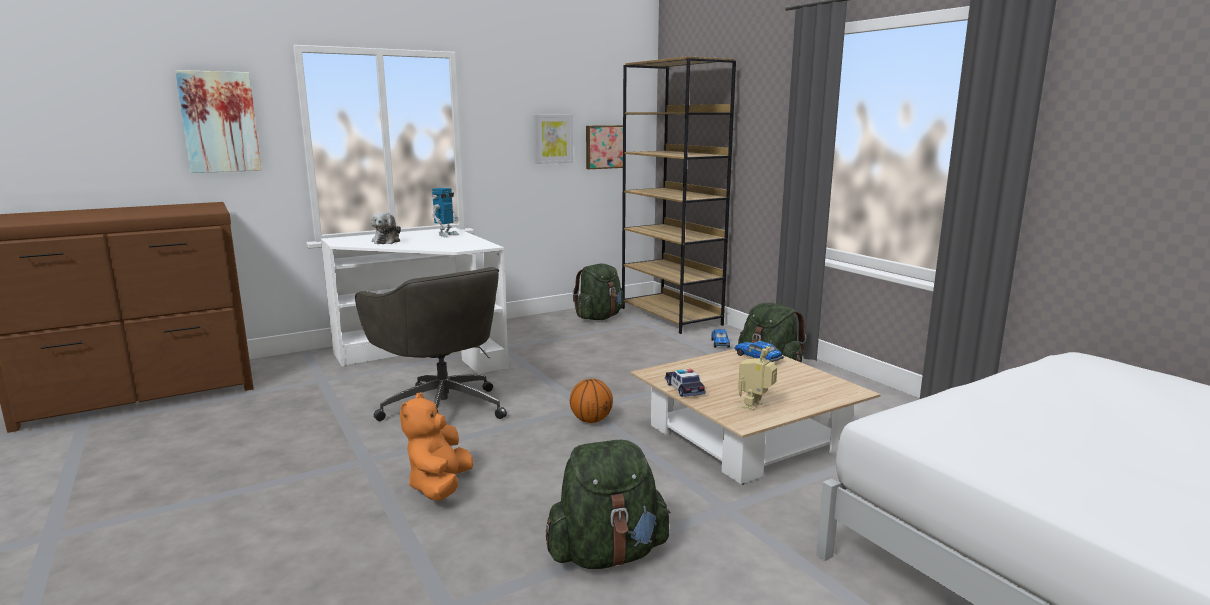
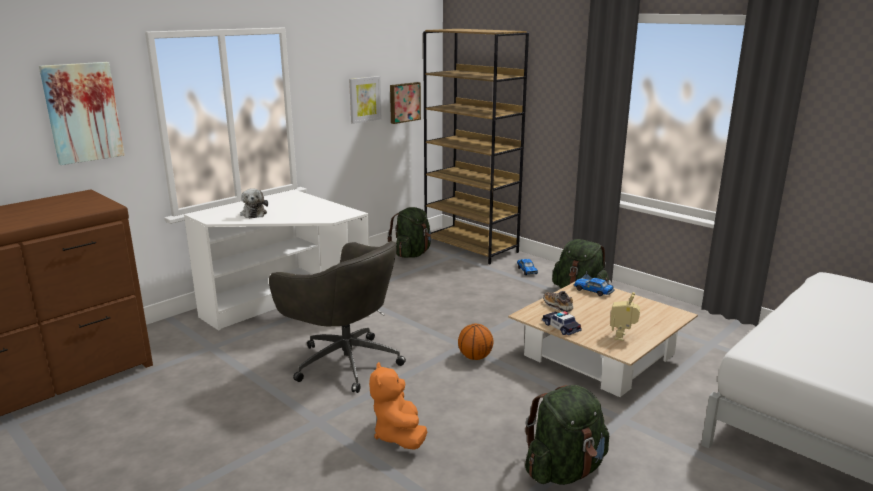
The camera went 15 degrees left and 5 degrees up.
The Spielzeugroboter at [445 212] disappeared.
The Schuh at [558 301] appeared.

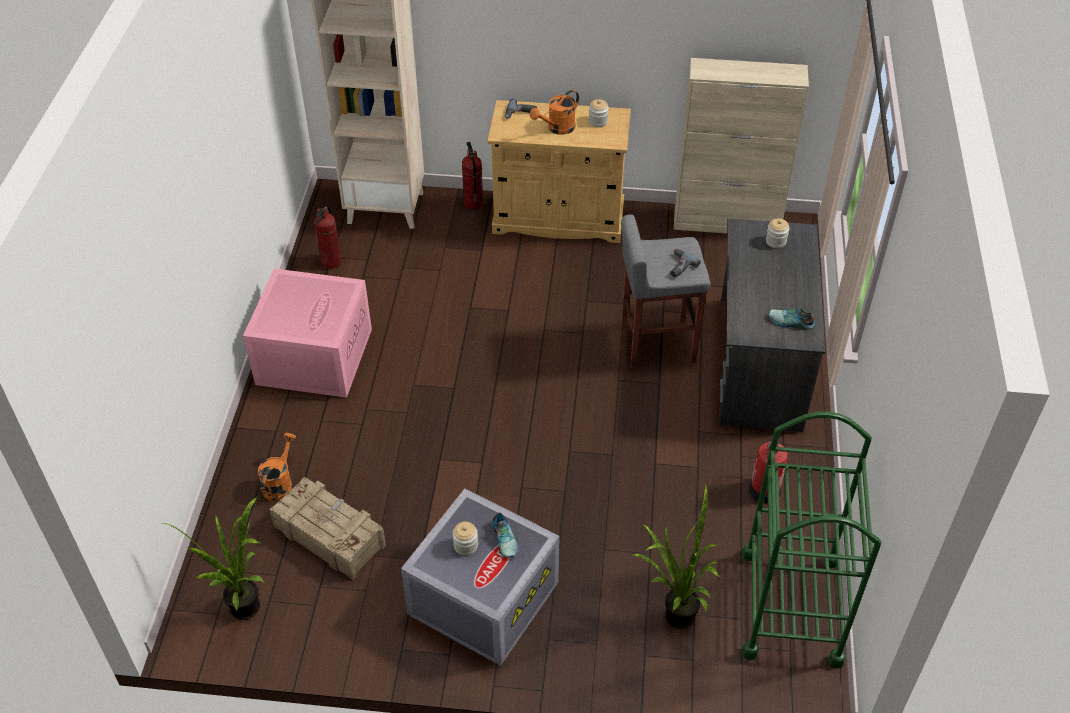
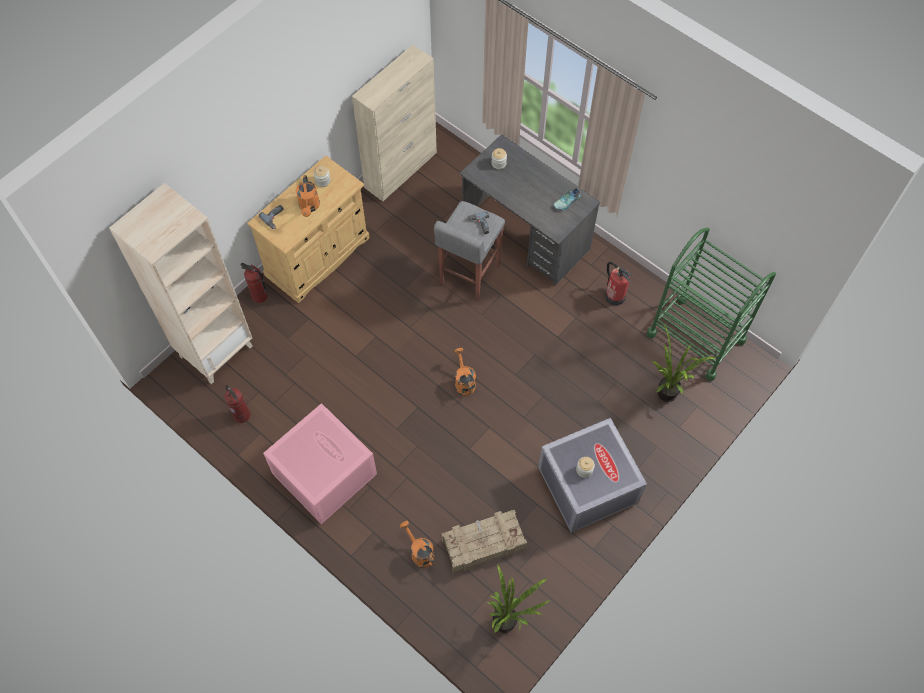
The camera went 55 degrees left and 15 degrees up.
The Schuh at [505 535] disappeared.
The Gießkanne [orange] at [465 372] appeared.

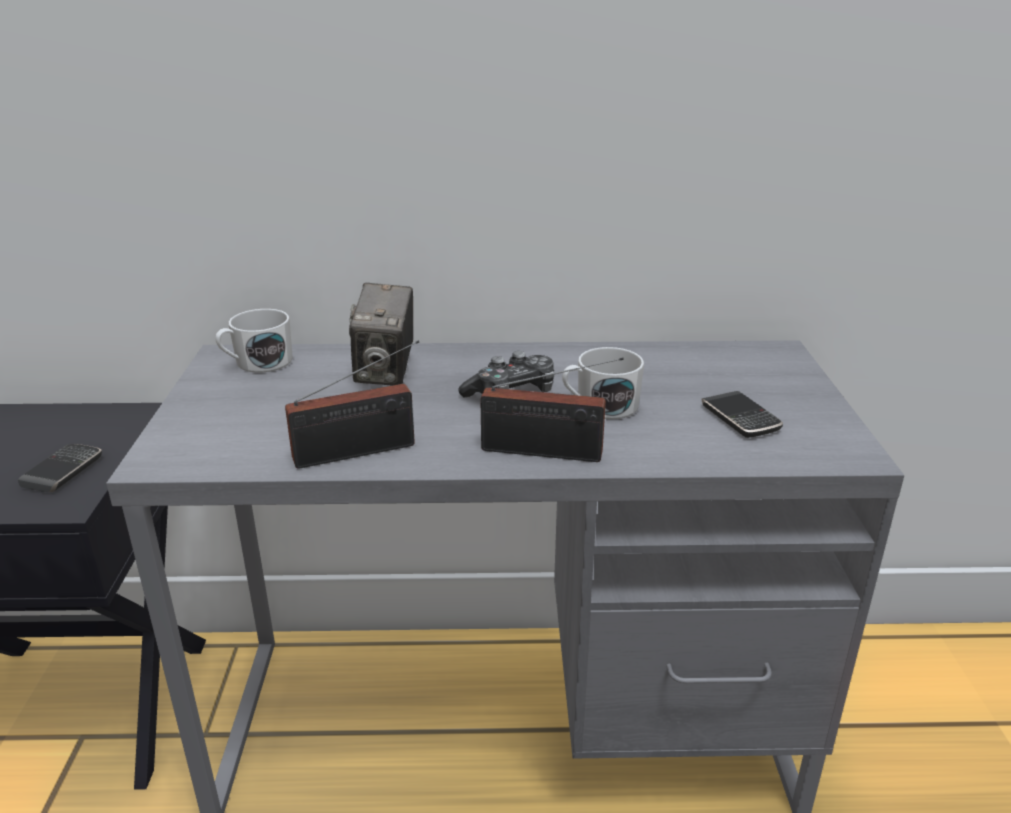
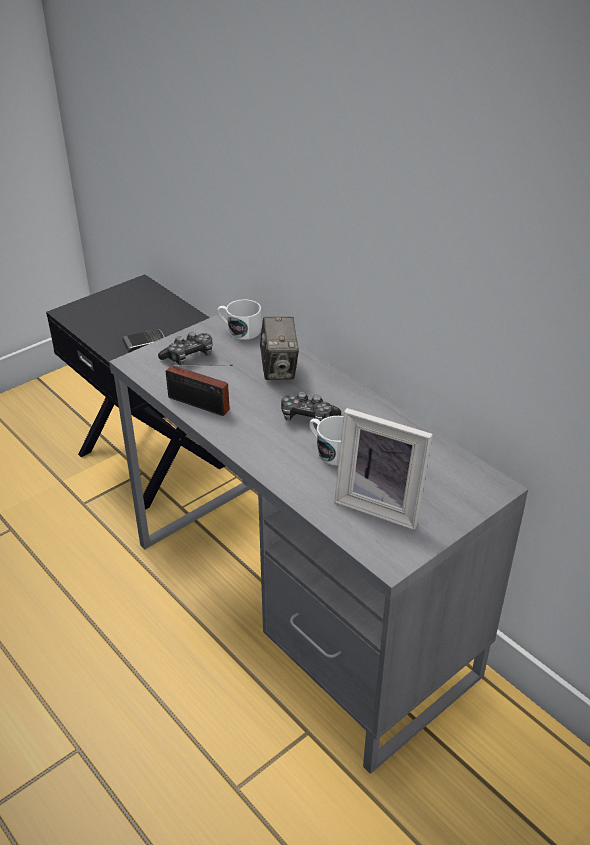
The camera went 50 degrees right and 10 degrees up.
The Kamera at [381 333] turned 60 degrees counterclockwise.
The Radio at [552 410] disappeared.
The Handy at [742 414] was replaced by the Bilderrahmen at [383 469].
The Gamepad at [185 348] appeared.

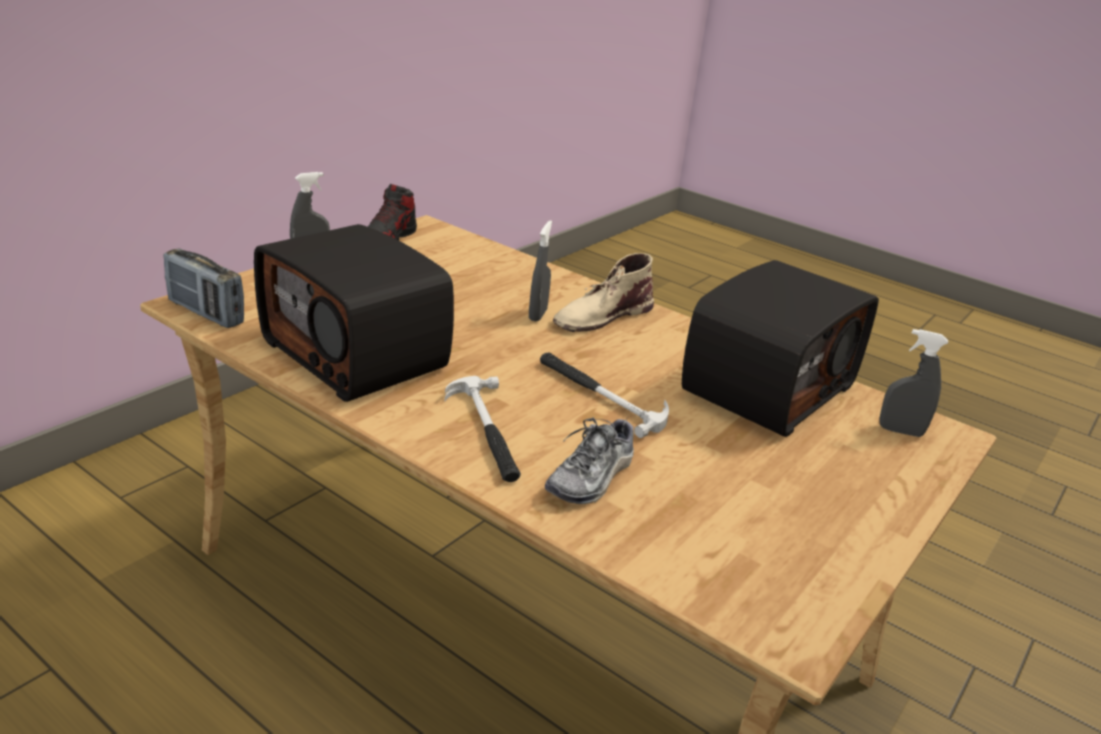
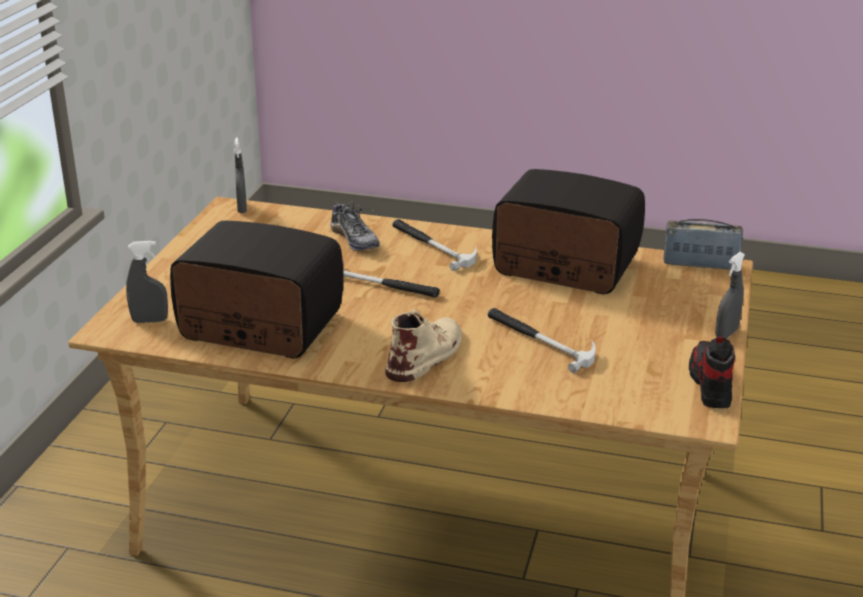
The camera went 160 degrees right and 0 degrees up.
The Sprühflasche [grau] moved from [540 271] to [240 175].
The Radio at [780 348] turned 90 degrees clockwise.
The Schuh at [589 460] turned 135 degrees clockwise.
The Hammer at [541 340] appeared.

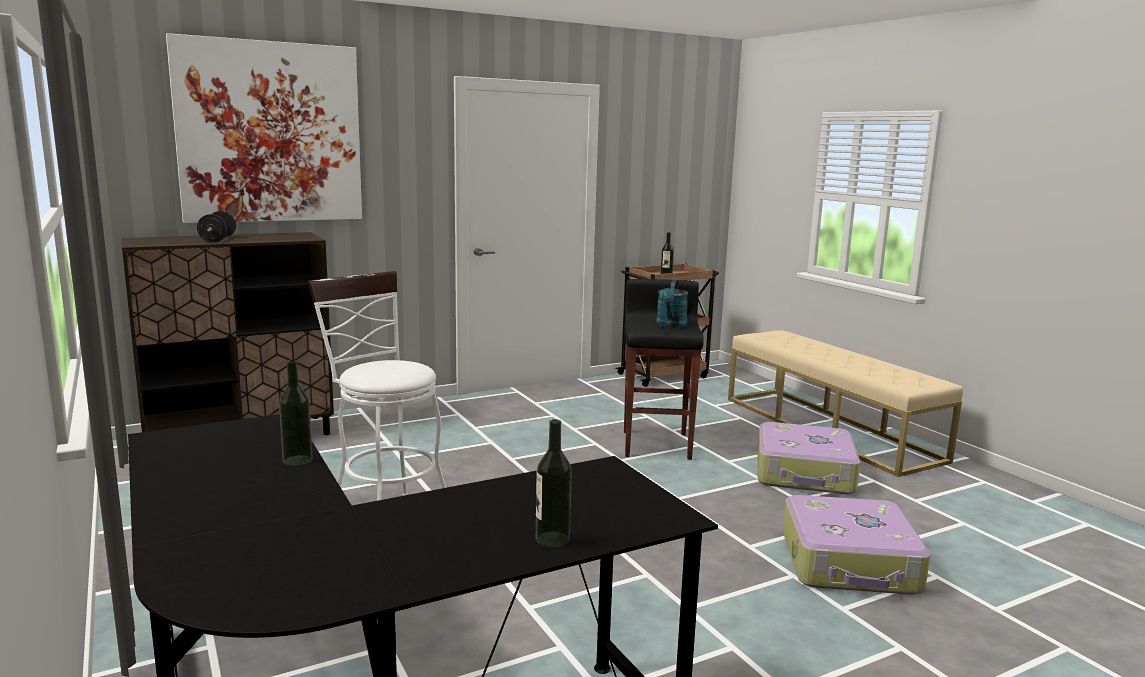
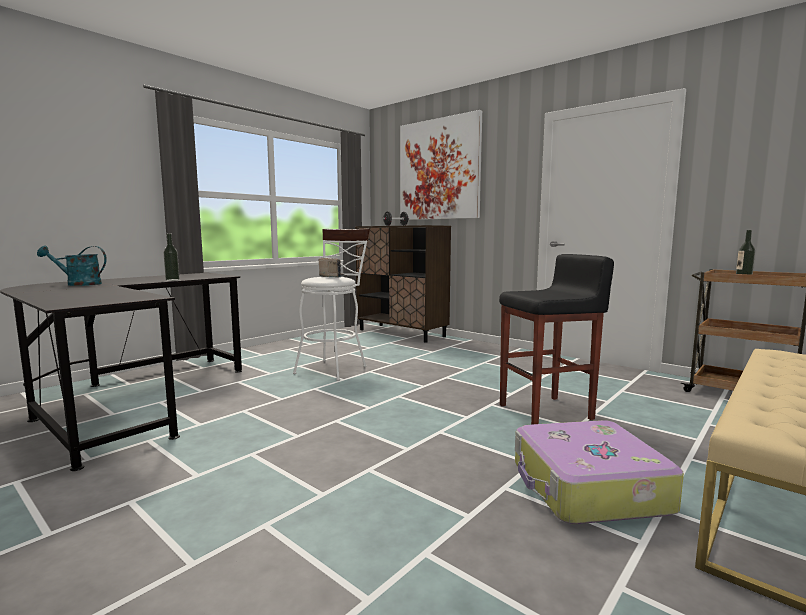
The camera went 70 degrees right and 5 degrees down.
The Gießkanne [türkis] moved from [672 304] to [72 266].
The Flasche at [554 483] disappeared.
The Koffer at [857 545] disappeared.
The Radio at [332 267] appeared.

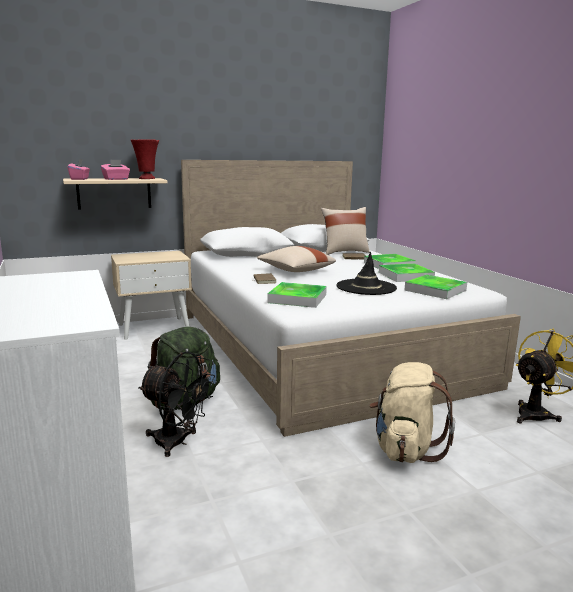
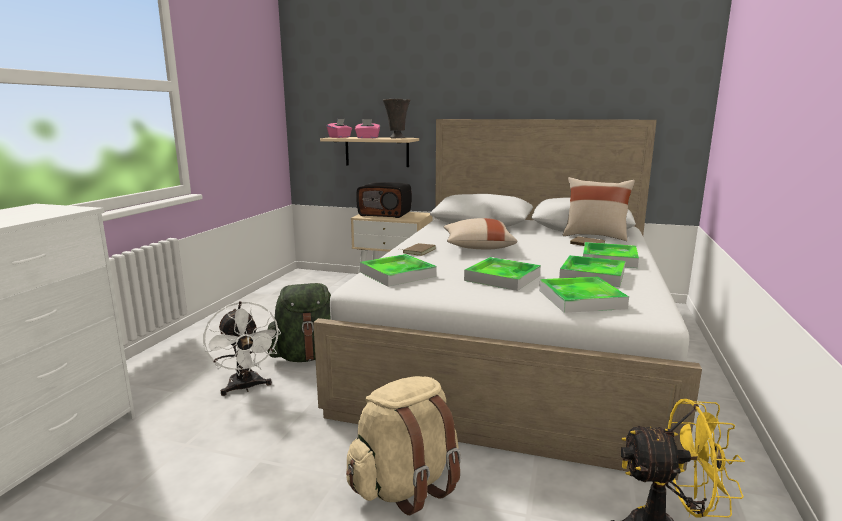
The camera went 40 degrees right and 0 degrees up.
The Vase [rot] at [145 159] became the Vase [grau] at [396 118].
The Hut [schwarz] at [366 273] was replaced by the Tablett at [502 274].
The Ventilator [schwarz] at [176 404] became the Ventilator [weiß] at [242 348].
The Radio at [384 200] appeared.

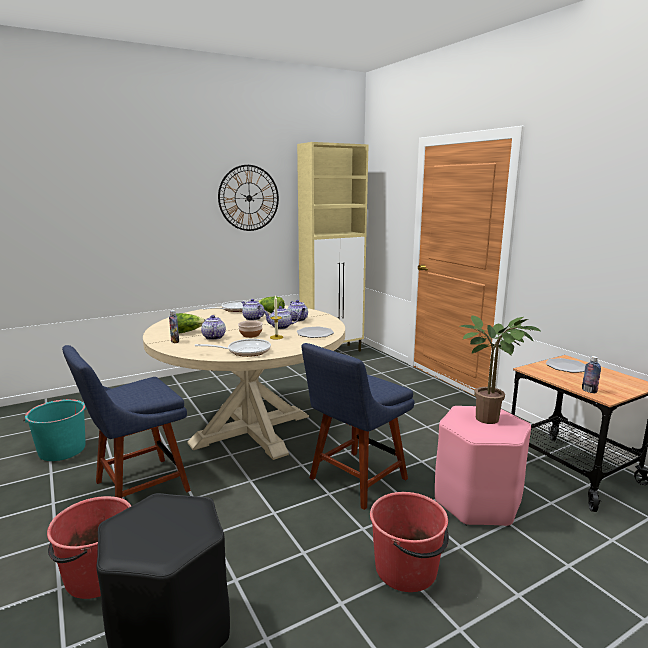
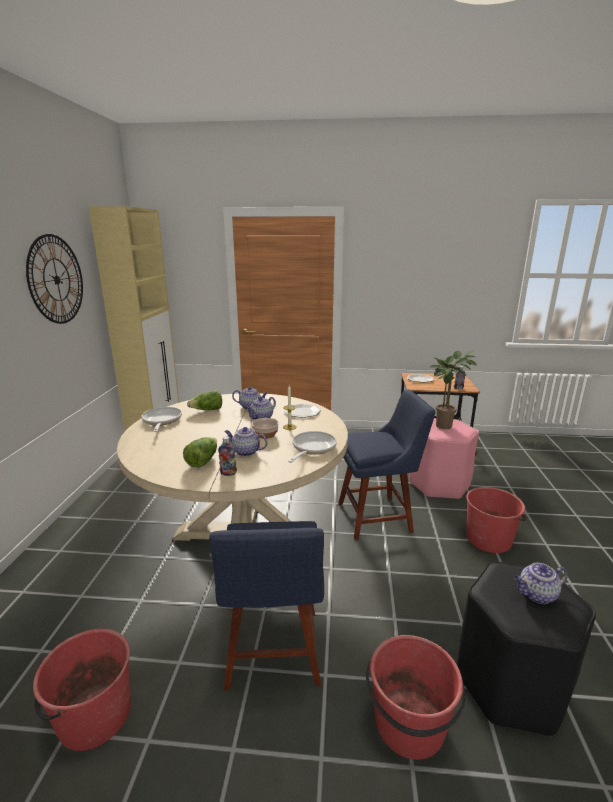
The camera went 55 degrees left and 5 degrees up.
The Teekanne moved from [253 309] to [541 583].
The Stuhl [blau] at [358 426] turned 90 degrees counterclockwise.
The Eimer [türkis] at [54 430] became the Eimer [rot] at [82 689].

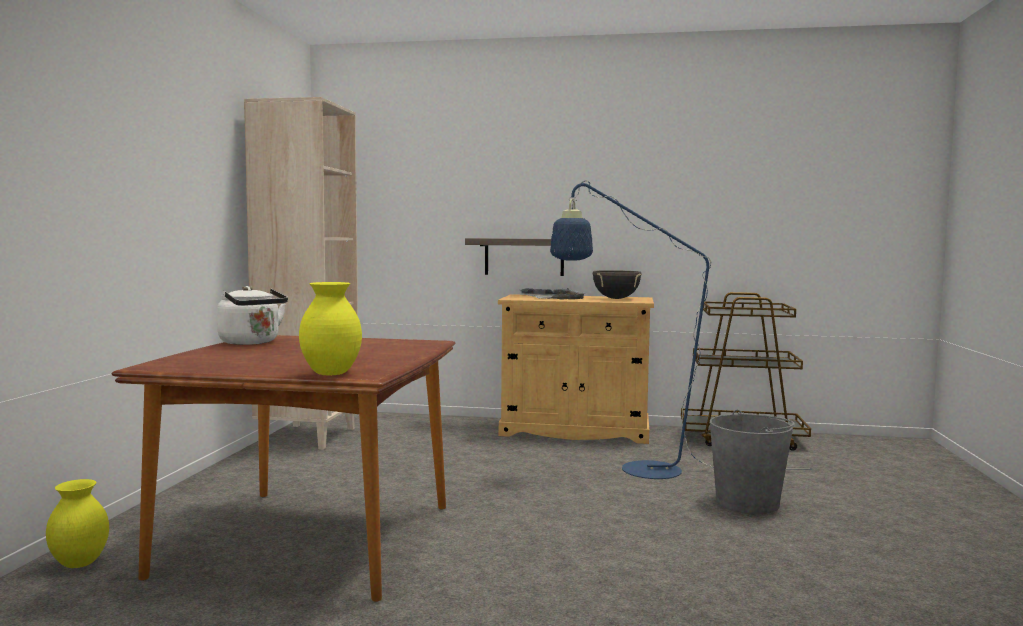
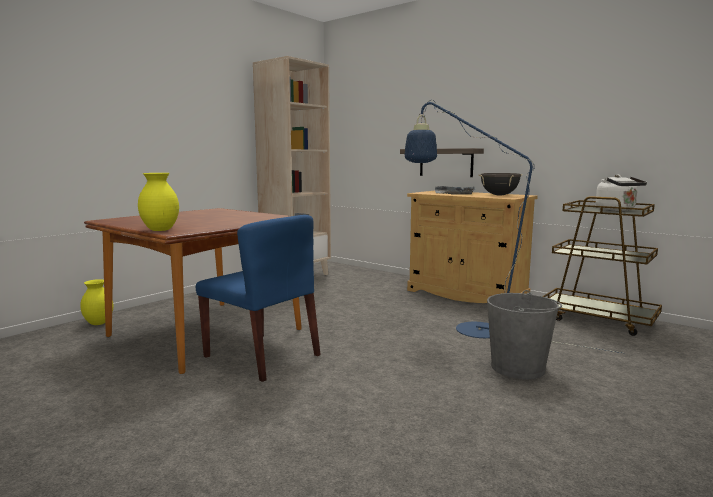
The camera went 30 degrees right and 5 degrees up.
The Wasserkessel [weiß] moved from [252 315] to [621 193].
The Stuhl [blau] at [258 298] appeared.

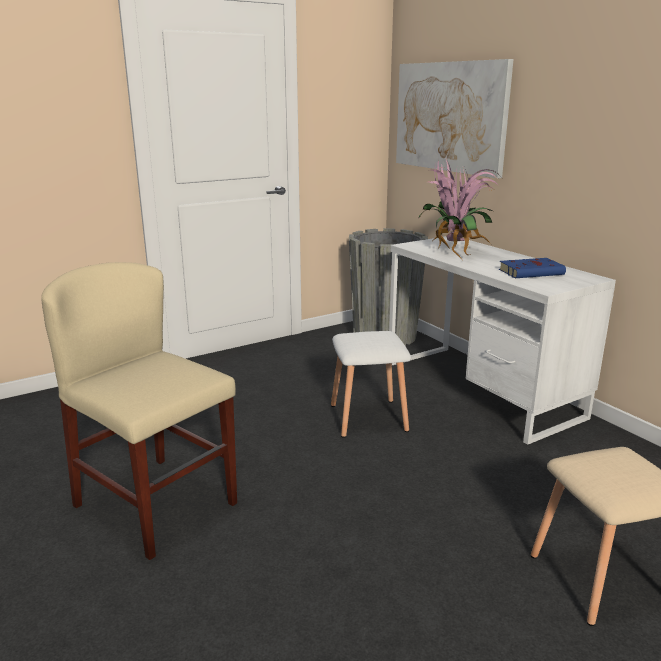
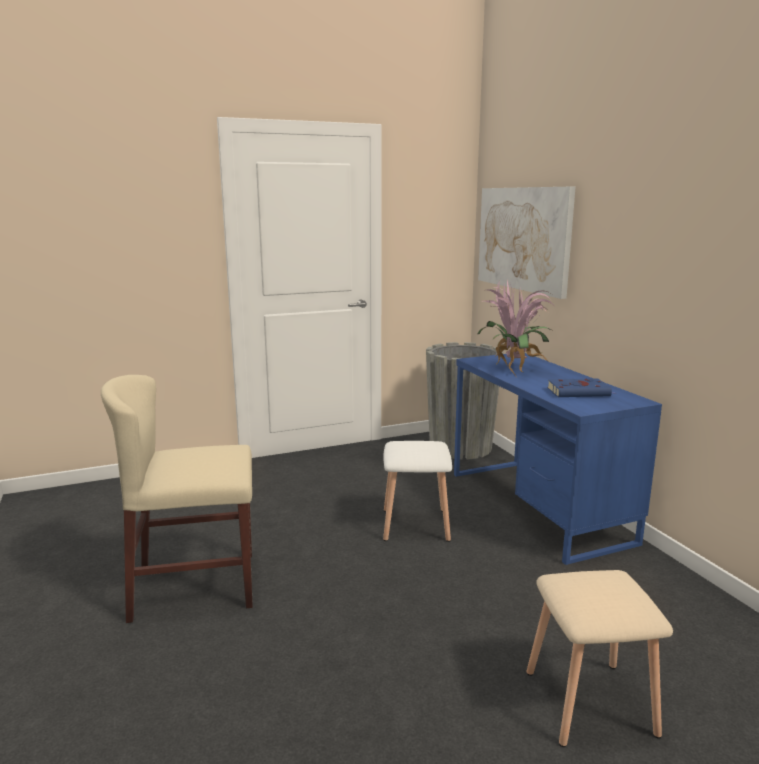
The camera went 10 degrees right and 5 degrees down.
The Schreibtisch [weiß] at [502 340] became the Schreibtisch [blau] at [558 458].
The Stuhl [beige] at [139 411] turned 60 degrees counterclockwise.

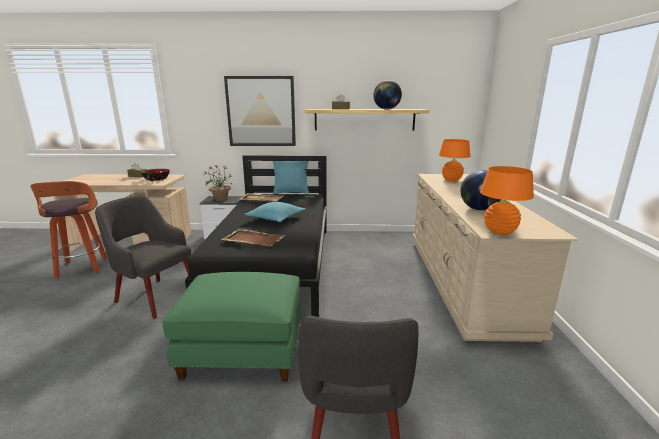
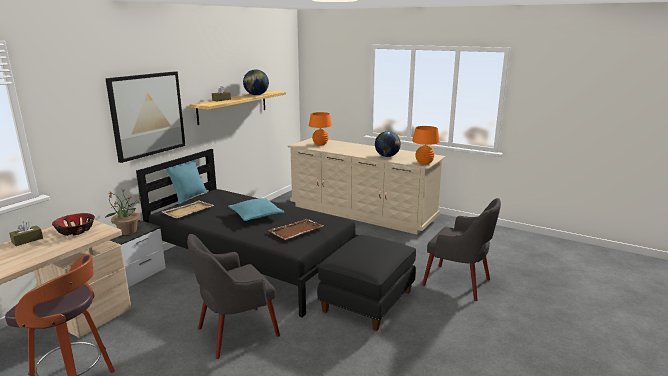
The camera went 60 degrees left and 0 degrees up.
The Polsterhocker [grün] at [231 326] became the Polsterhocker [schwarz] at [366 283].

